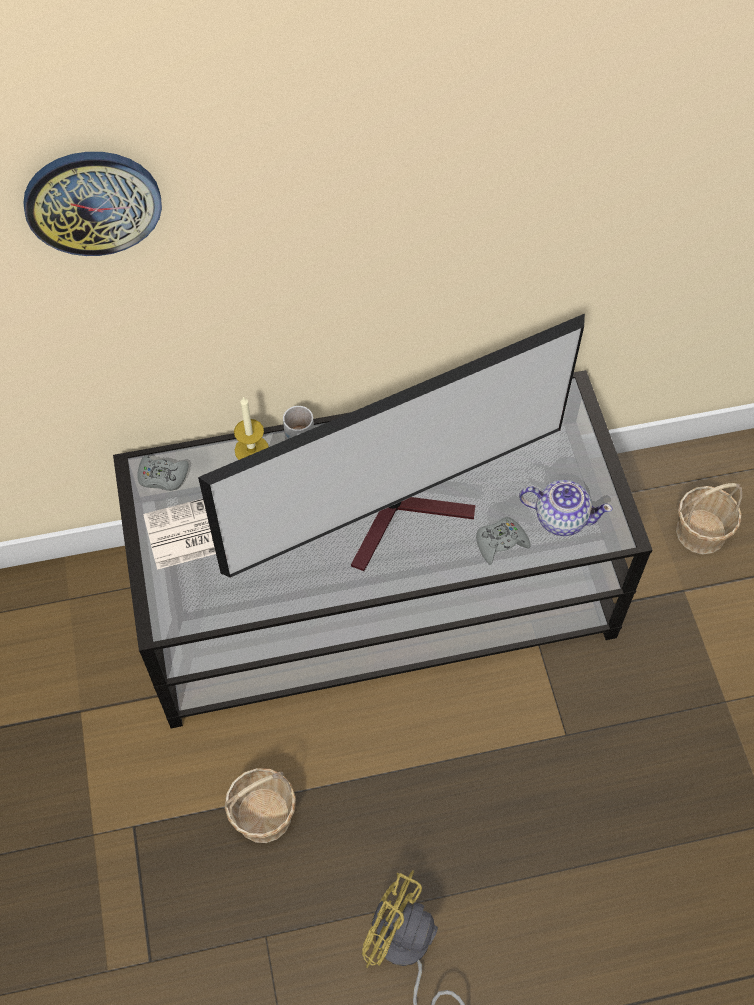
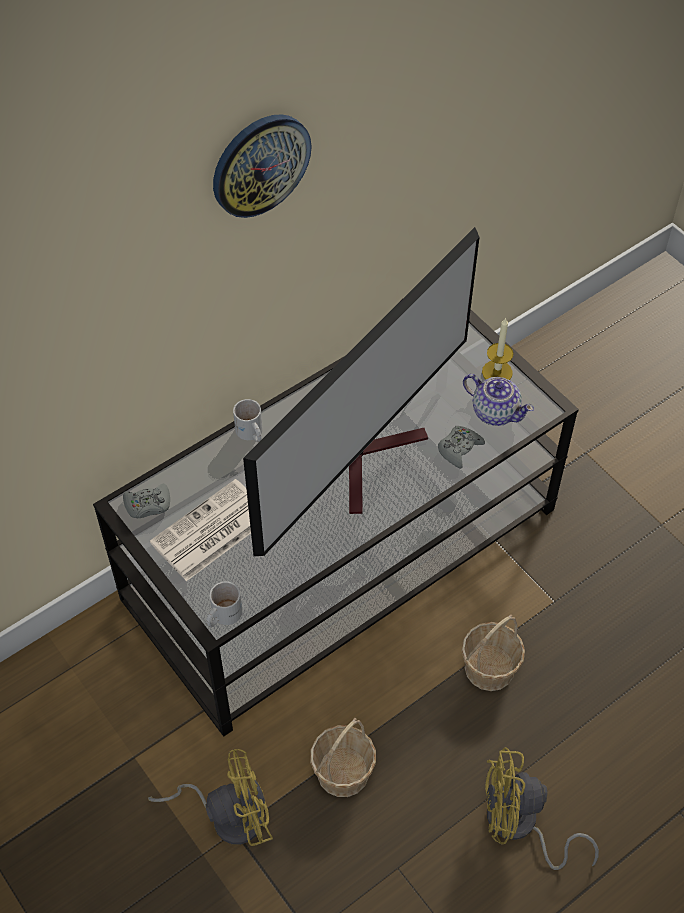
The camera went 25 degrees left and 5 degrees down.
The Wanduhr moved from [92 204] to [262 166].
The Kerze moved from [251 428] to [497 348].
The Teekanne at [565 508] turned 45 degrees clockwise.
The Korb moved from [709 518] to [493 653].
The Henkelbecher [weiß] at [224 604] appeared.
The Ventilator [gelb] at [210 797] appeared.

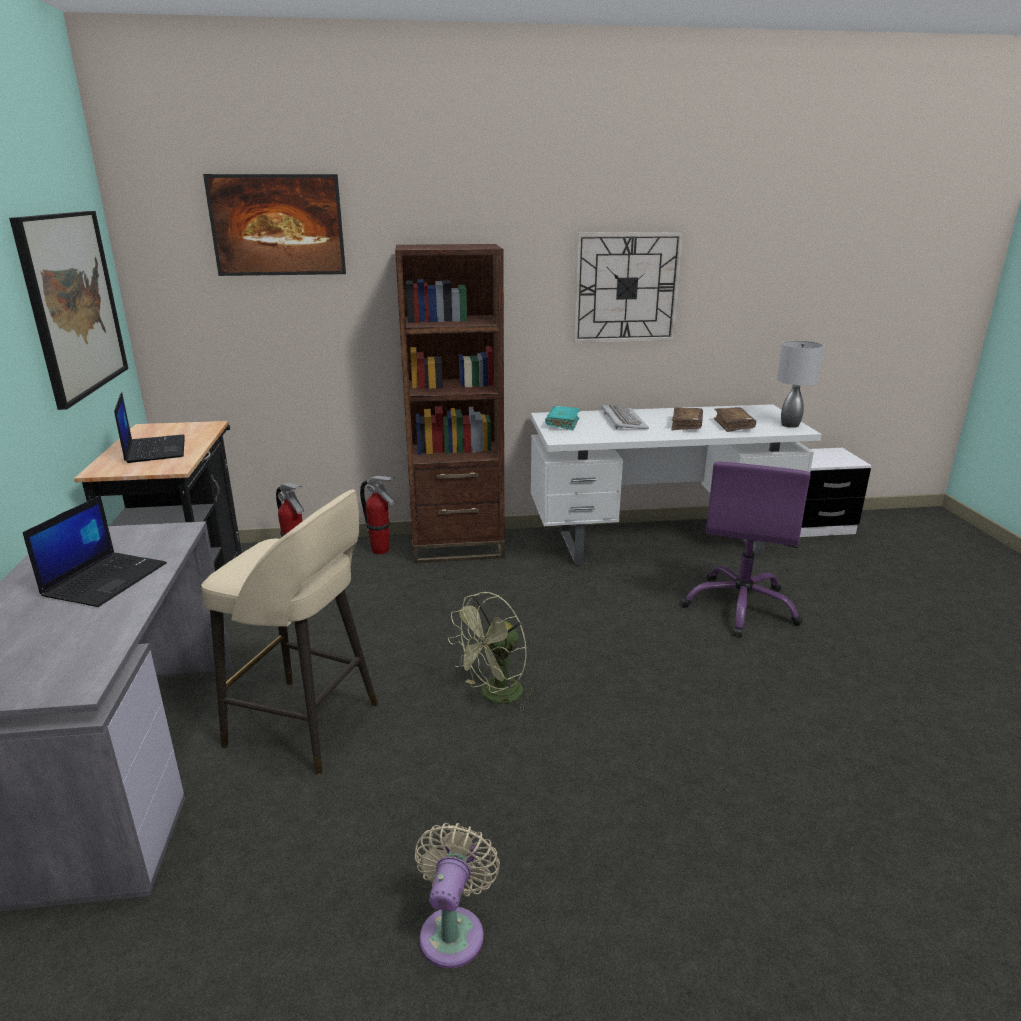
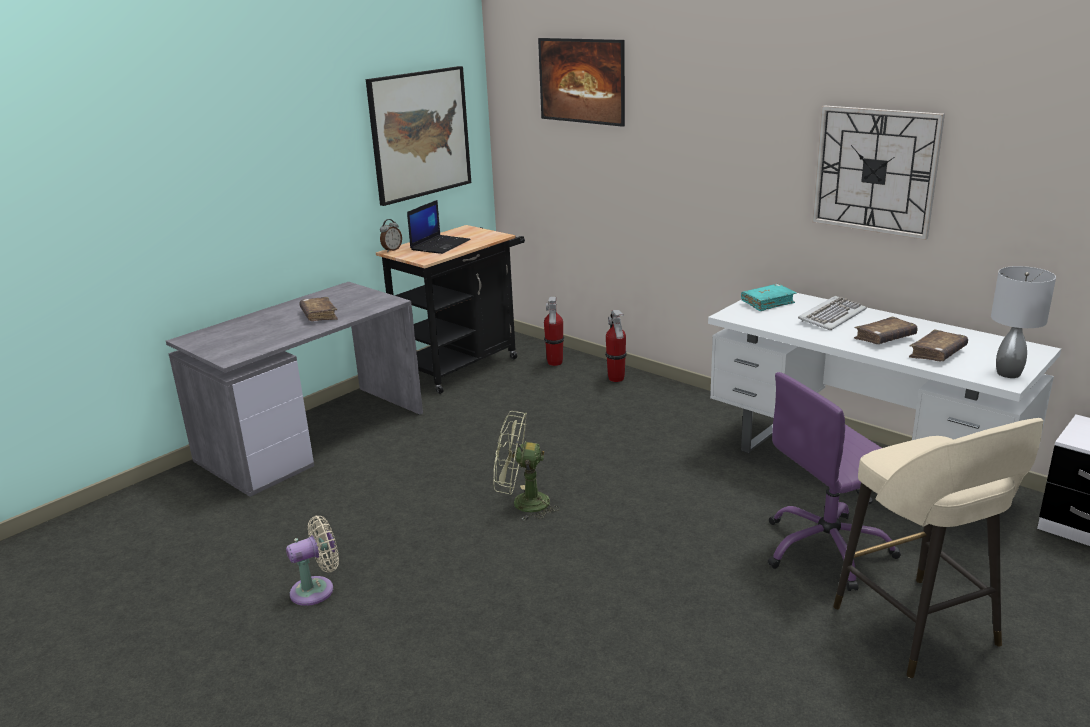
The camera went 50 degrees right and 0 degrees up.
The Bücherregal [braun] at [450 403] disappeared.
The Hocker [beige] moved from [289 632] to [938 548].
The Laptop at [95 551] was replaced by the Buch [braun] at [318 309].
The Wecker at [391 235] appeared.

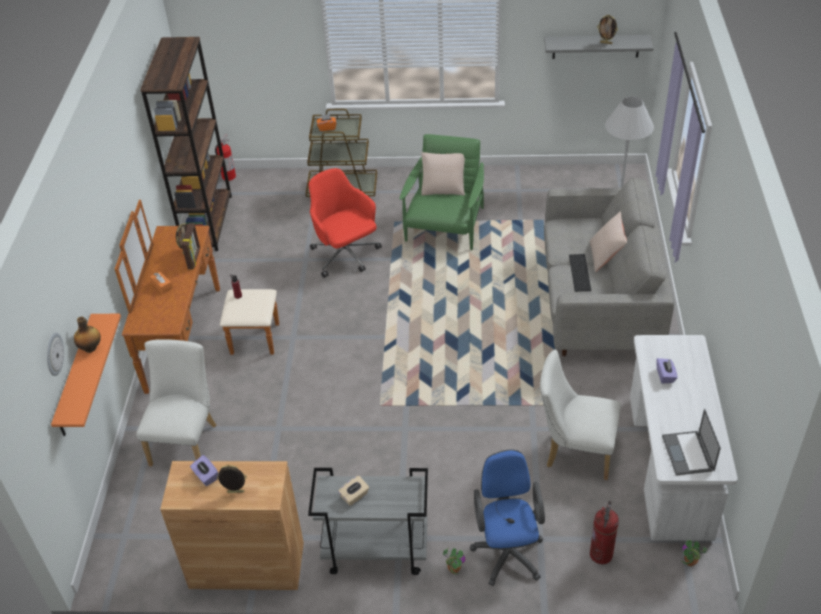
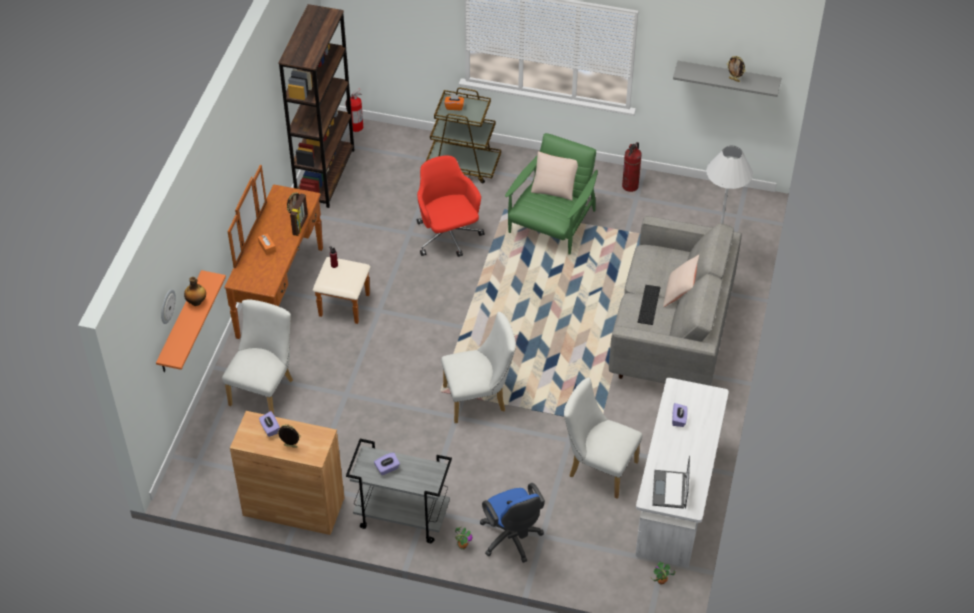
The camera went 10 degrees right and 5 degrees up.
The Bürostuhl [blau] at [507 517] turned 150 degrees clockwise.
The Taschentuchbox [beige] at [353 491] became the Taschentuchbox [lila] at [387 463].
The Feuerlöscher moved from [604 532] to [632 167].
The Stuhl [weiß] at [478 367] appeared.

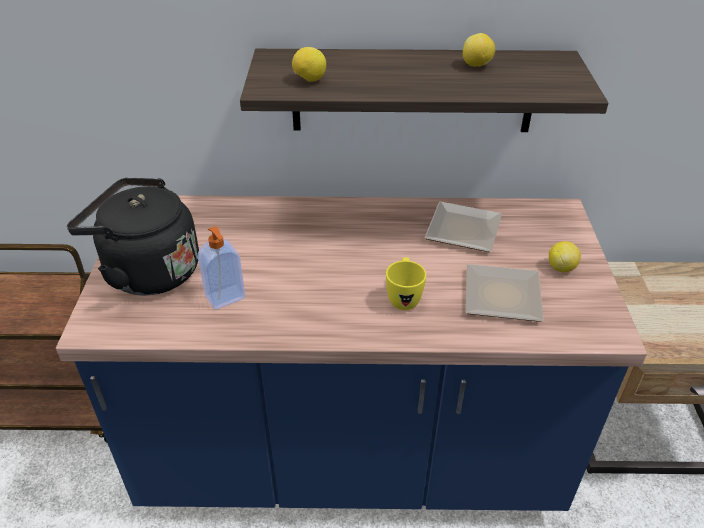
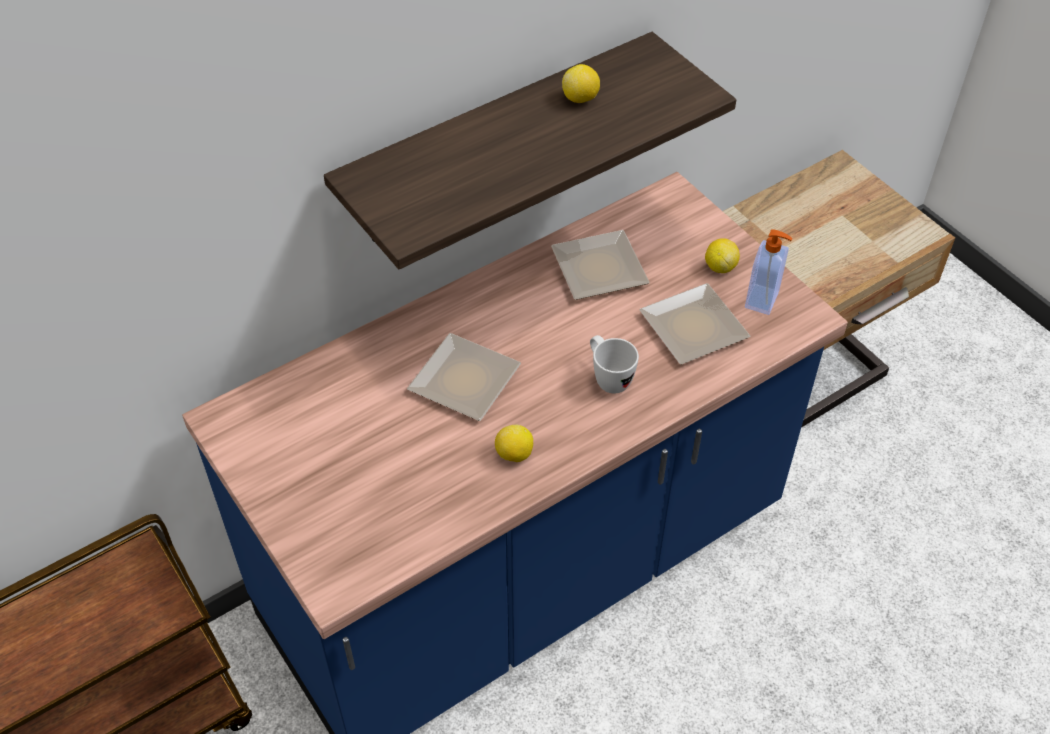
The camera went 35 degrees left and 10 degrees up.
The Zitrone moved from [309 64] to [514 443].
The Wasserkessel [schwarz] at [133 237] disappeared.
The Seifenspender moved from [221 268] to [768 272].
The Henkelbecher [gelb] at [406 283] became the Henkelbecher [weiß] at [614 364].
The Teller at [464 377] appeared.

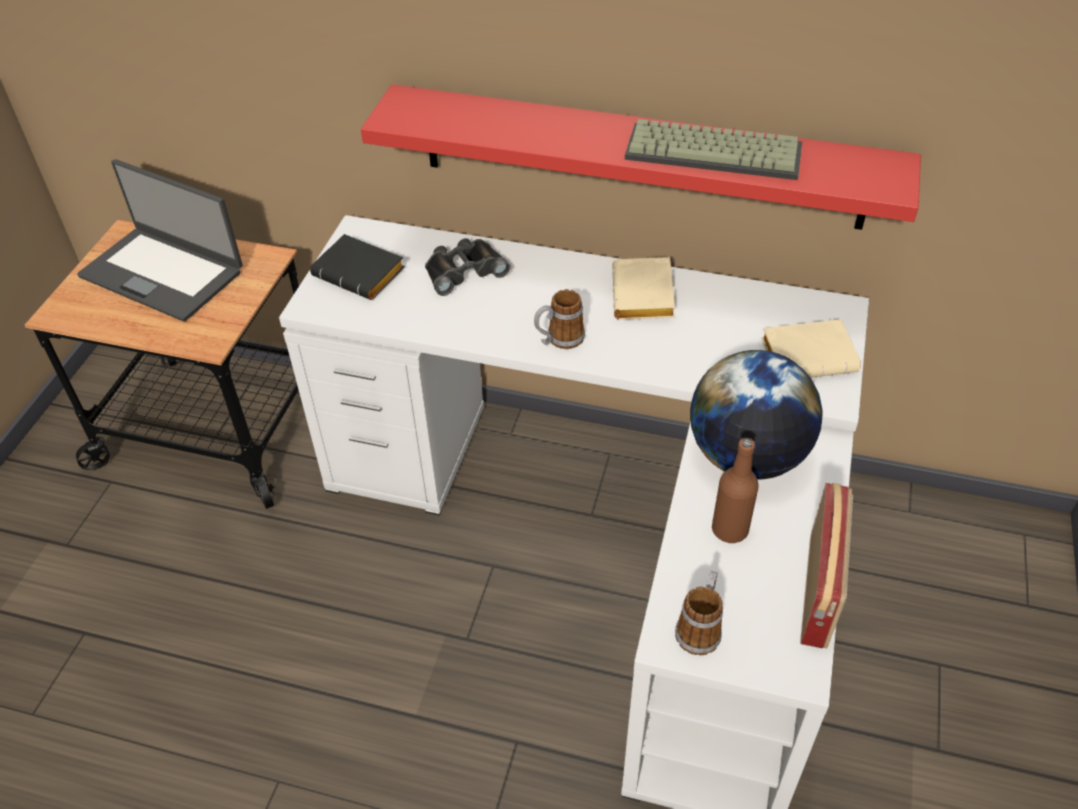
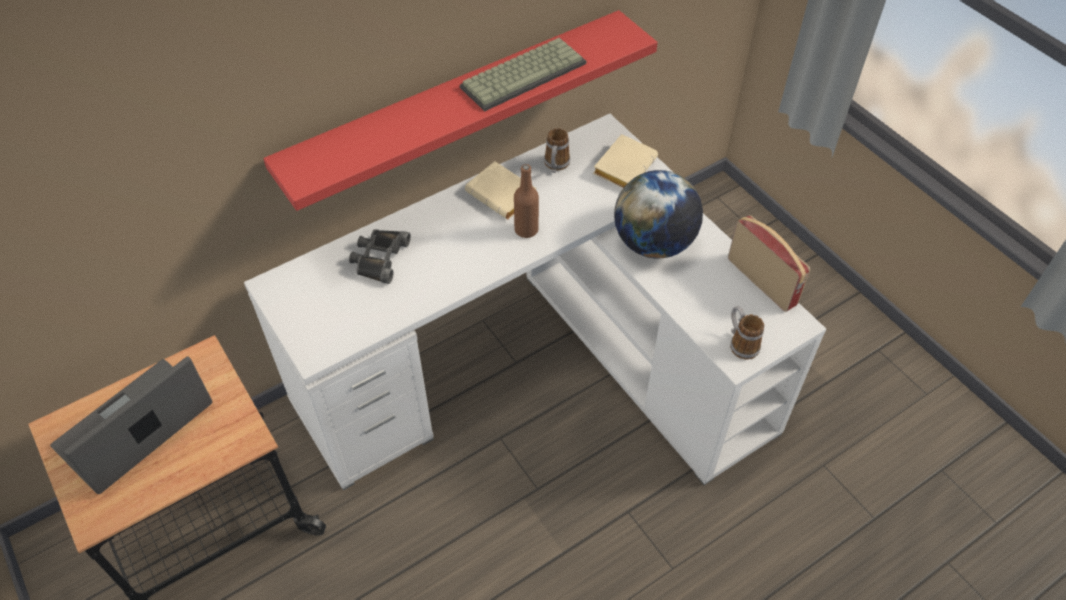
The camera went 50 degrees left and 5 degrees up.
The Laptop at [160 240] turned 150 degrees clockwise.
The Buch [schwarz] at [357 267] disappeared.
The Henkelbecher moved from [559 319] to [557 150].
The Flasche [braun] moved from [735 490] to [526 201].

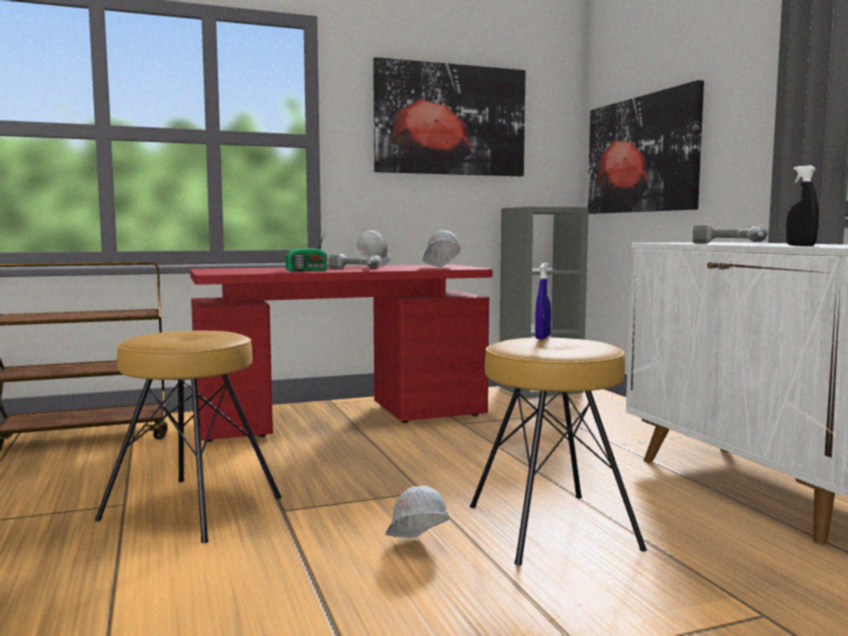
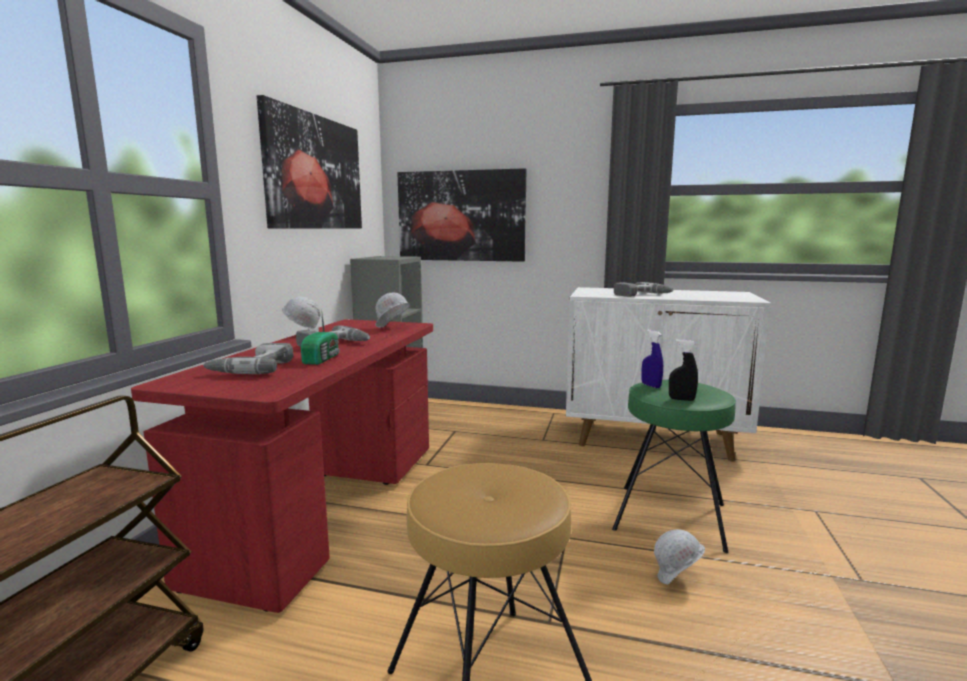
The camera went 55 degrees left and 5 degrees up.
The Sprühflasche [schwarz] moved from [802 205] to [683 370].
The Hocker [braun] at [558 451] became the Hocker [grün] at [674 466].
The Bohrmaschine at [248 358] appeared.

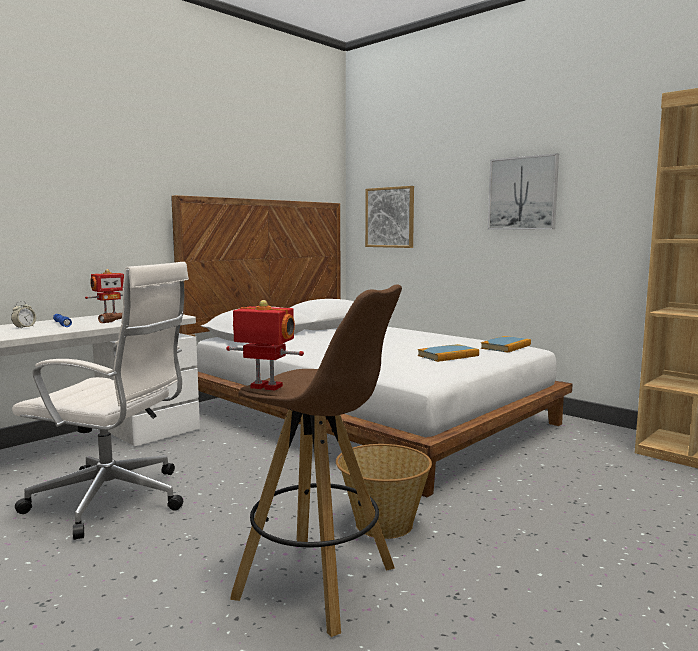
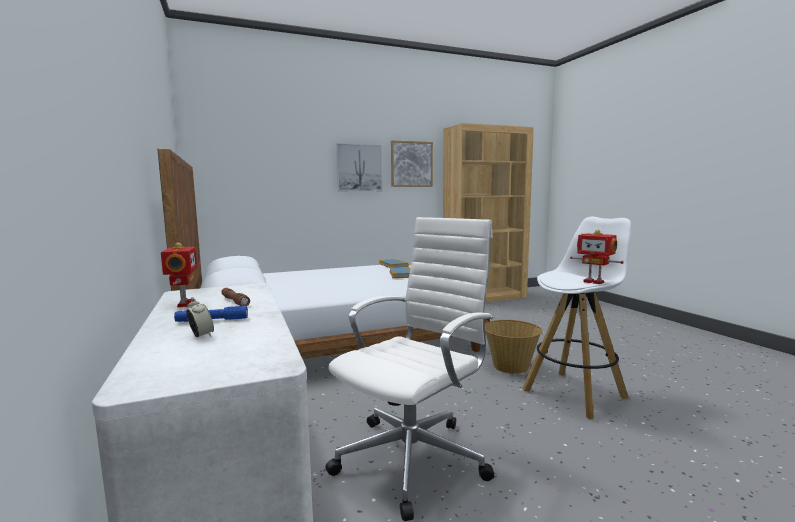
The camera went 65 degrees left and 0 degrees up.
The Bild moved from [389 217] to [412 163].
The Hocker [braun] at [316 460] became the Hocker [weiß] at [576 318].
The Spielzeugroboter at [265 345] turned 90 degrees counterclockwise.

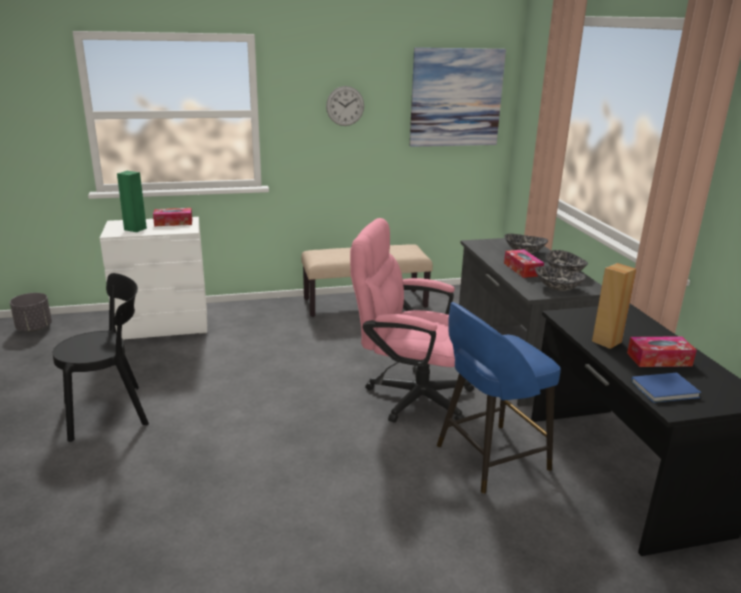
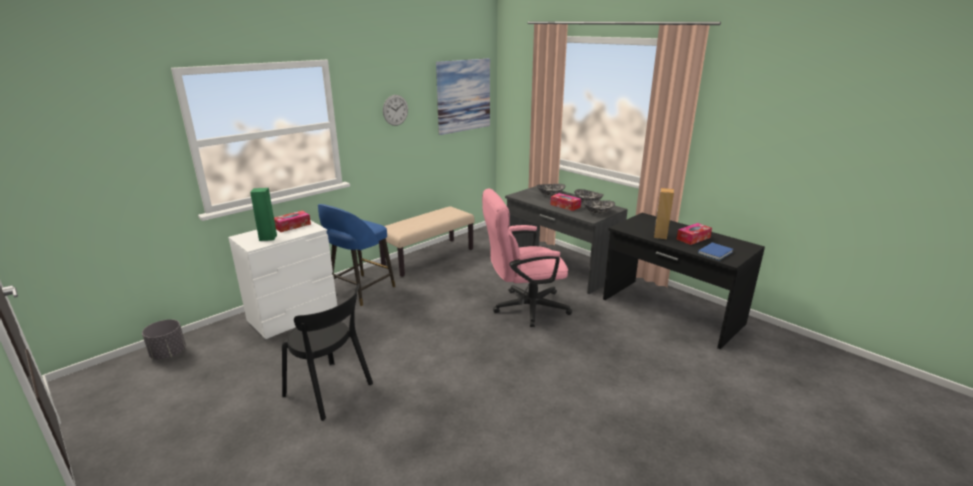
The camera went 30 degrees left and 0 degrees up.
The Stuhl [schwarz] at [101 357] turned 90 degrees clockwise.
The Hocker [blau] moved from [499 398] to [356 255].

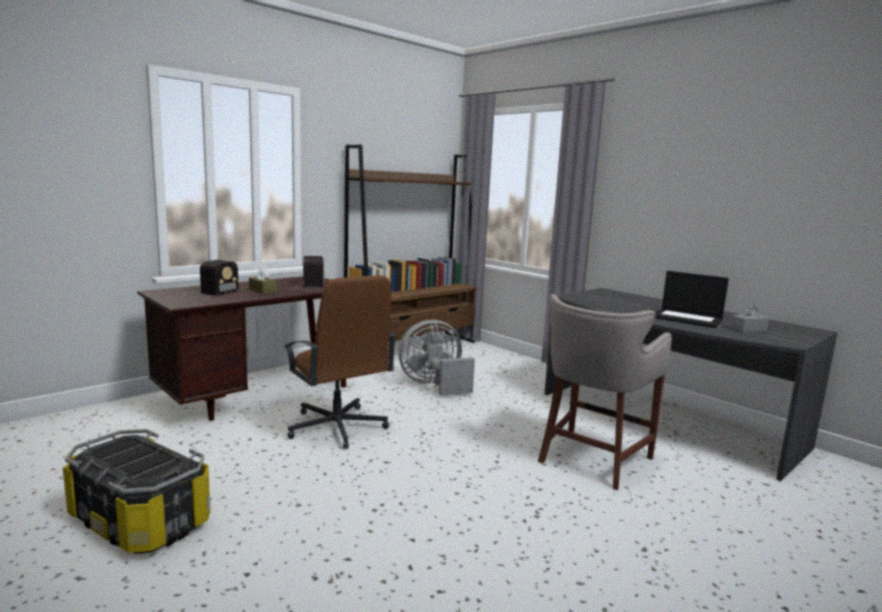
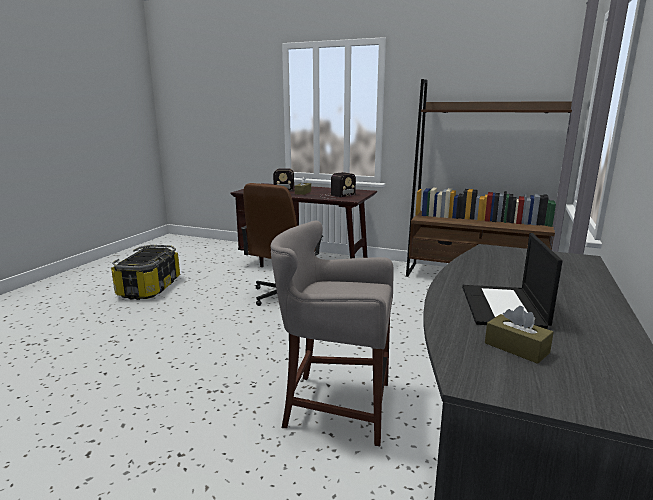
The camera went 65 degrees right and 5 degrees up.
The Taschentuchbox [grau] at [749 318] became the Taschentuchbox [braun] at [519 335].
The Ventilator [grau] at [437 358] disappeared.

